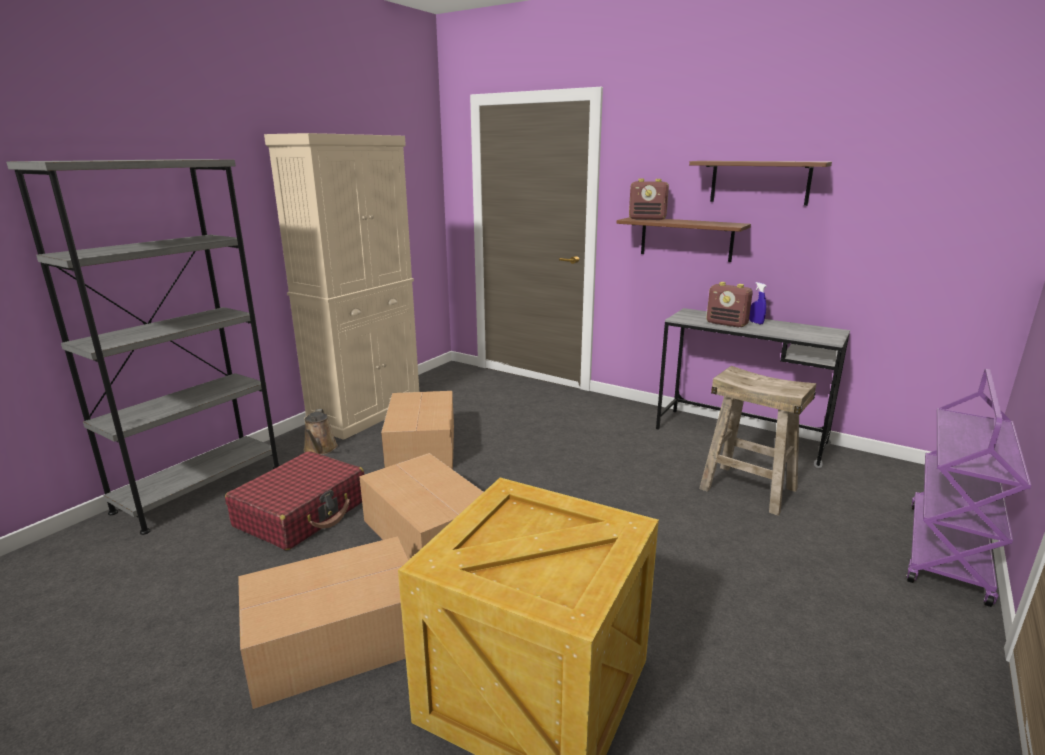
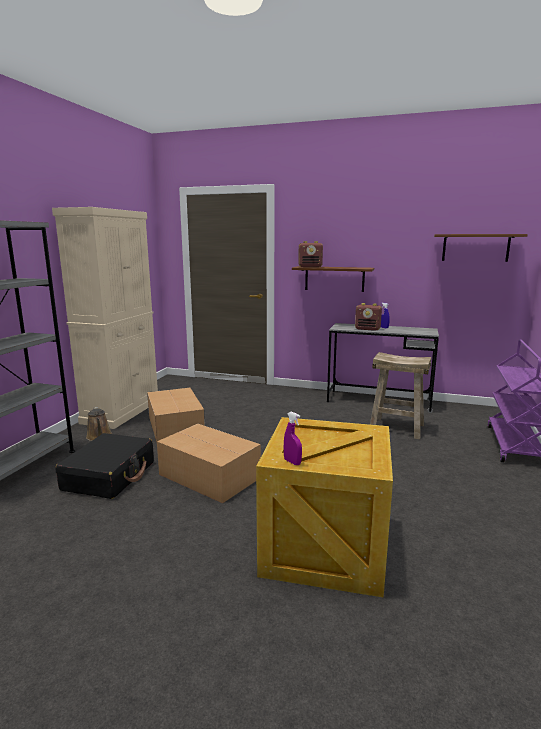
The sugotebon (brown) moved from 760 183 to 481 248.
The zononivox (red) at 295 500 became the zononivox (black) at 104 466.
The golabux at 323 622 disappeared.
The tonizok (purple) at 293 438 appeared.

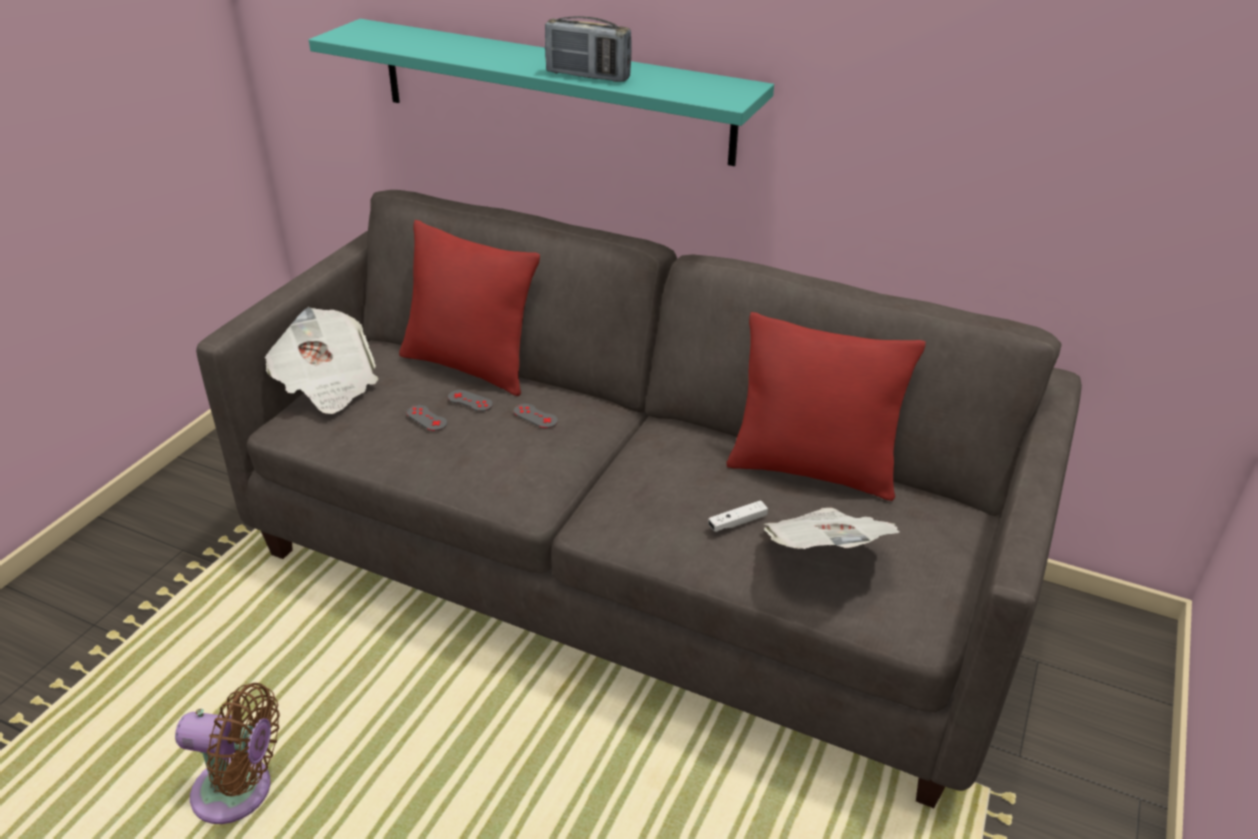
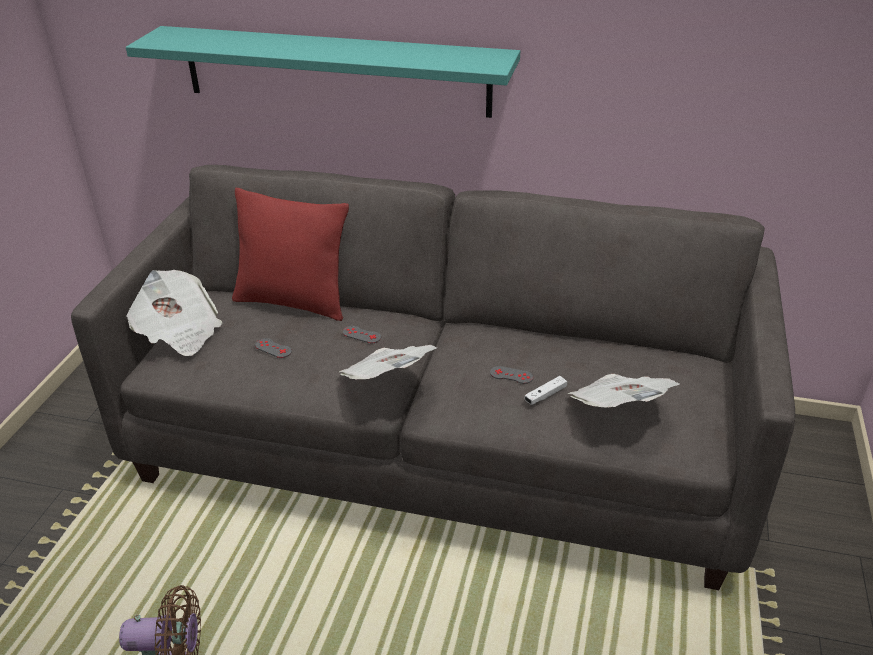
The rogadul at 588 49 disappeared.
The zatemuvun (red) at 826 406 disappeared.
The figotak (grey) moved from 470 401 to 511 375.
The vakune at 388 362 appeared.

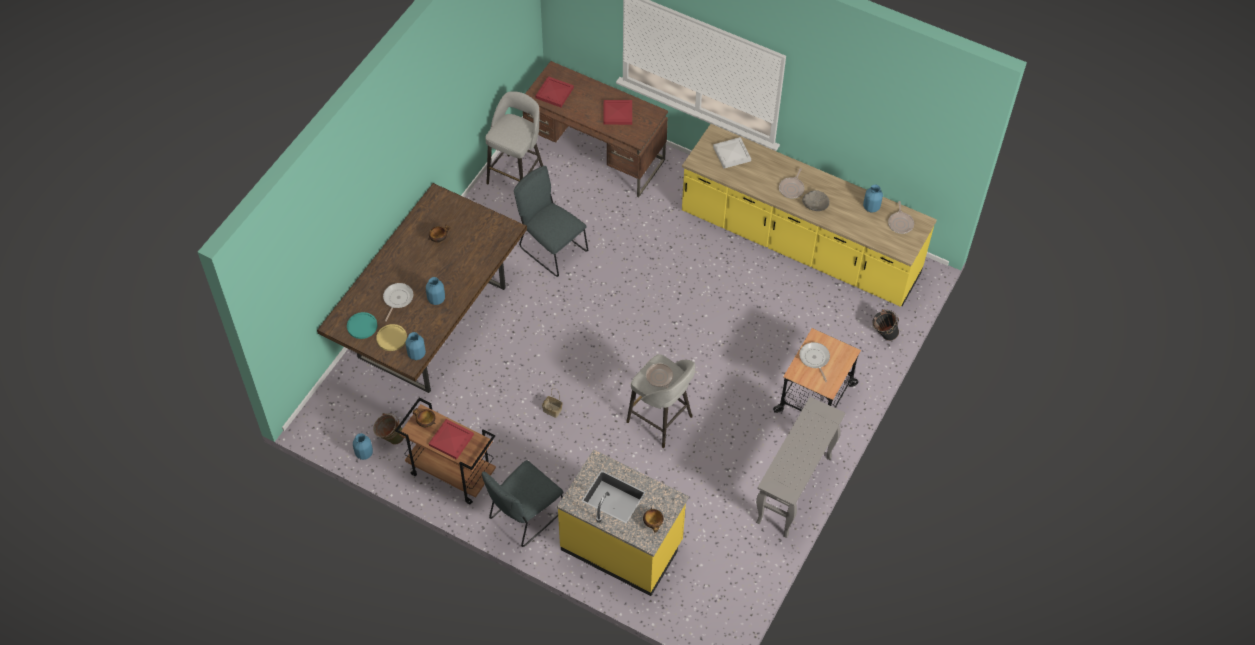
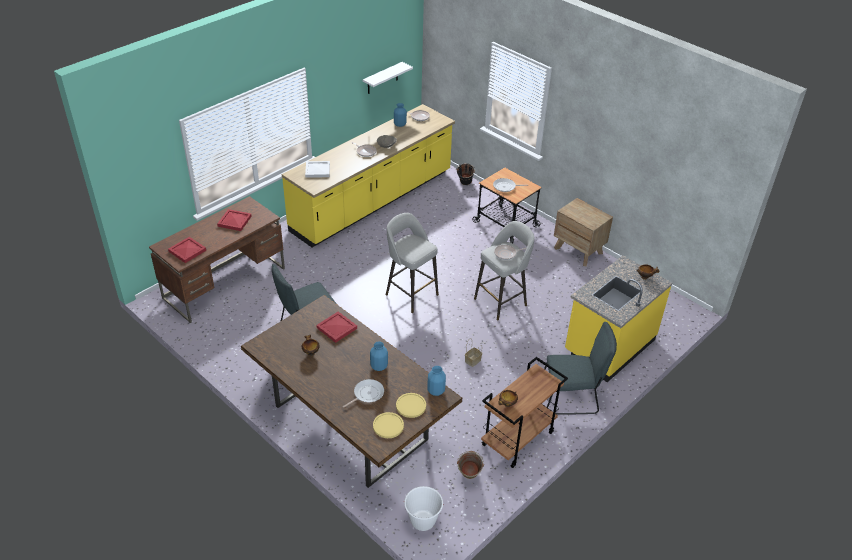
The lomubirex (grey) moved from 514 138 to 412 263.
The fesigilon at 398 302 turned 105 degrees clockwise.
The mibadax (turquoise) at 362 325 became the mibadax (yellow) at 388 425.
The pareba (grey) at 800 467 was replaced by the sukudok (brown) at 583 232.
The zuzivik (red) moved from 451 439 to 336 327.
The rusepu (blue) at 363 446 disappeared.
The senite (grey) at 523 503 turned 60 degrees counterclockwise.
The sugotebon (white) at 388 78 appeared.
The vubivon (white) at 424 508 appeared.

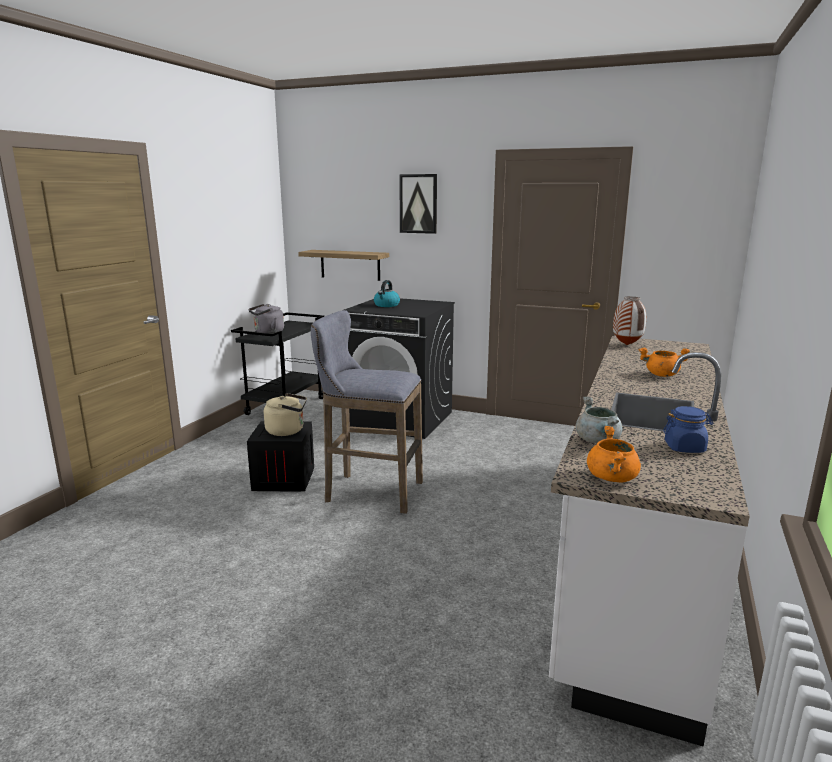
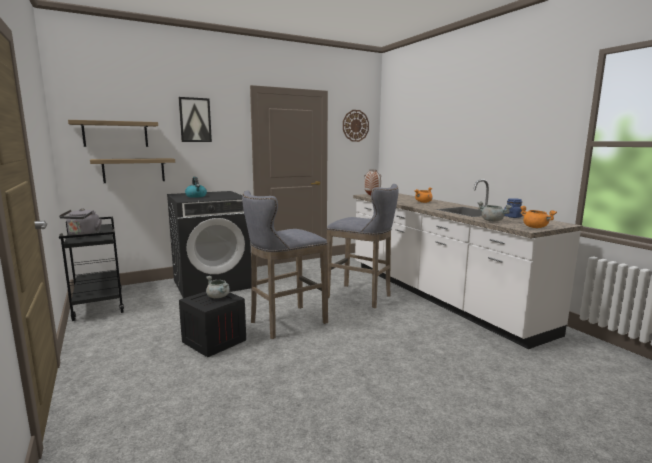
The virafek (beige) at 285 414 was replaced by the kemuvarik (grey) at 218 287.
The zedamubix at 356 126 appeared.
The sugotebon at 113 133 appeared.
The lomubirex (grey) at 363 246 appeared.

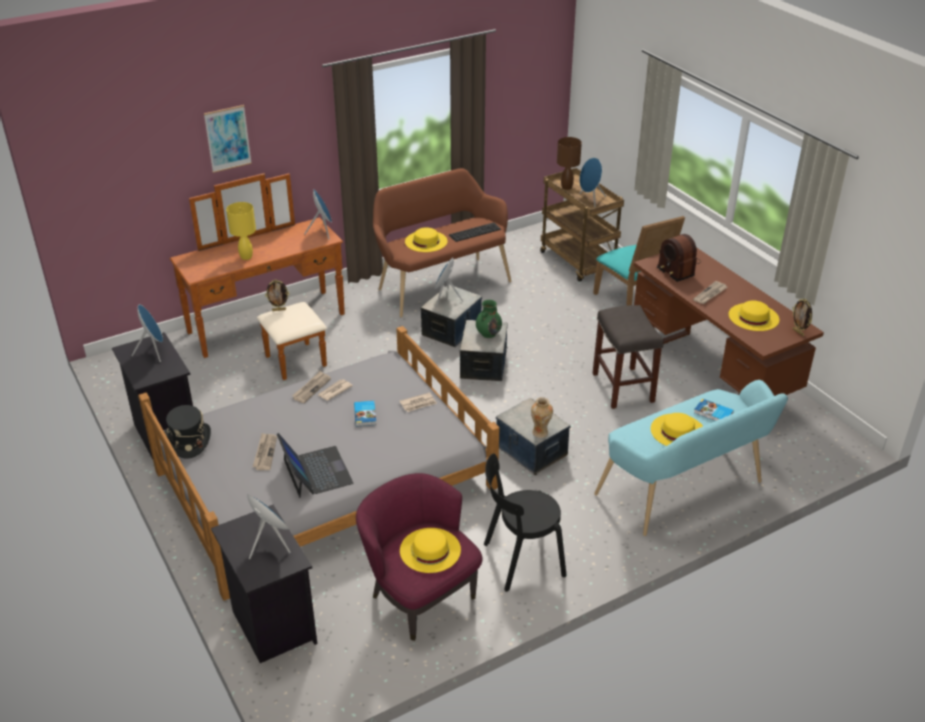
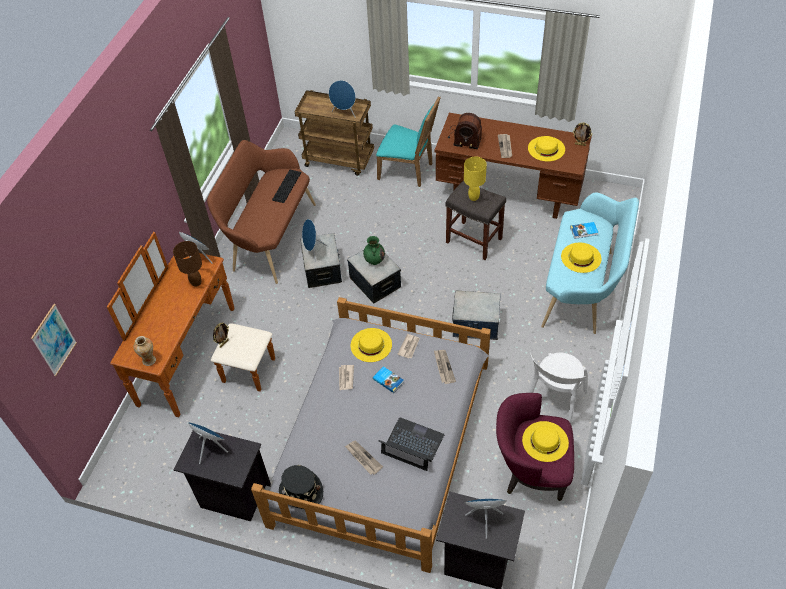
The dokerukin moved from 228 139 to 54 340.
The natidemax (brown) moved from 569 163 to 187 264.
The natidemax (yellow) moved from 241 231 to 475 179.
The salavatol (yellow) moved from 426 239 to 371 345.
The vakune moved from 311 387 to 445 367.
The rusepu moved from 542 417 to 145 351.
The senite (black) at 525 522 became the senite (white) at 557 388.

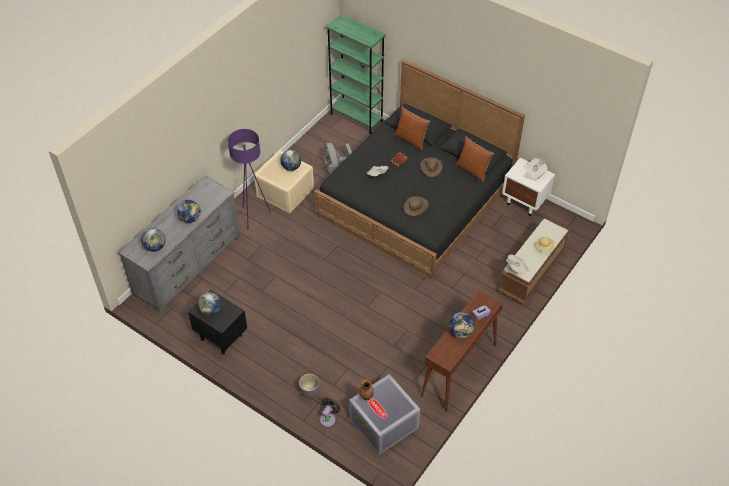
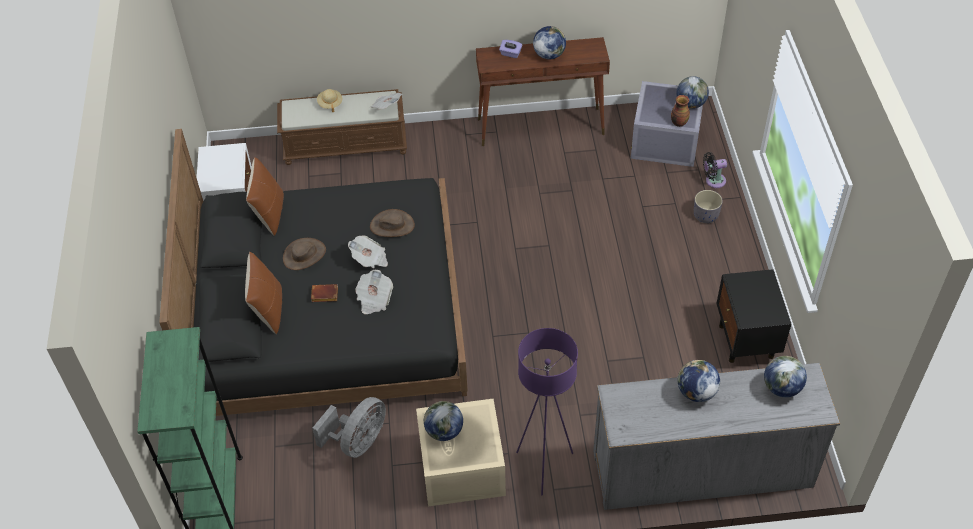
The vakune moved from 536 169 to 368 251.
The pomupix moved from 209 304 to 692 92.

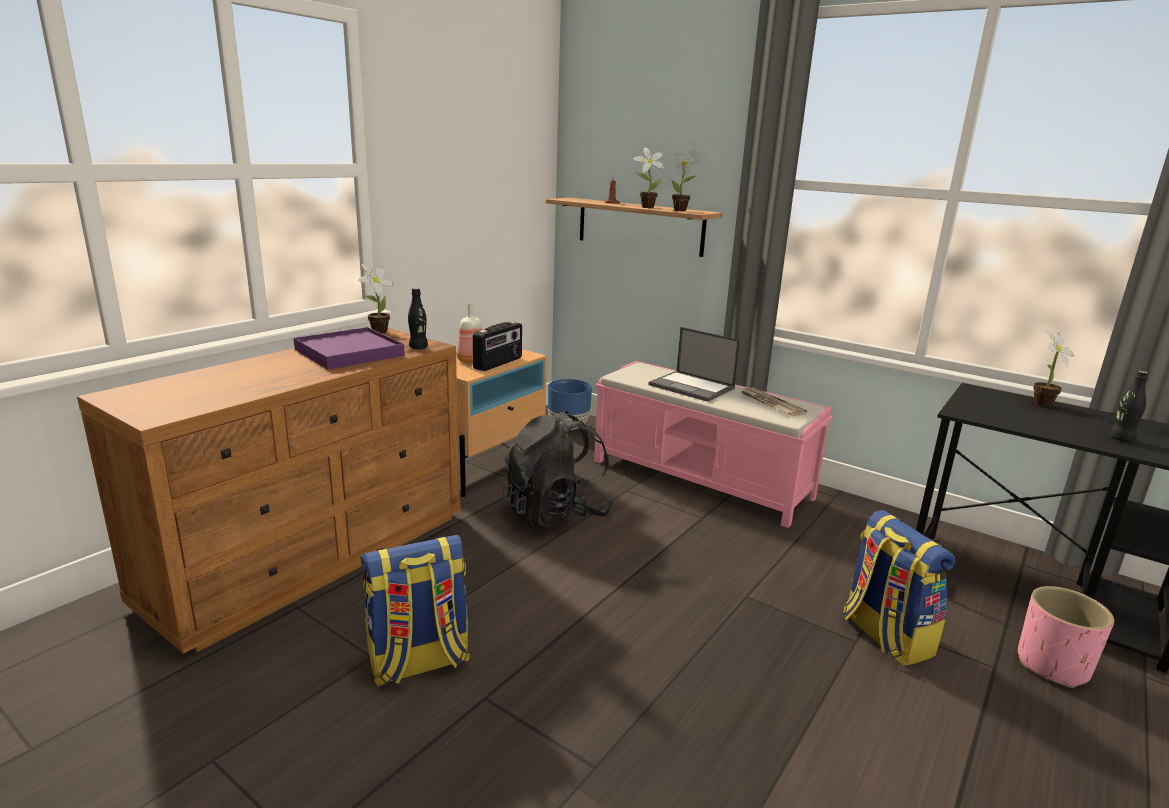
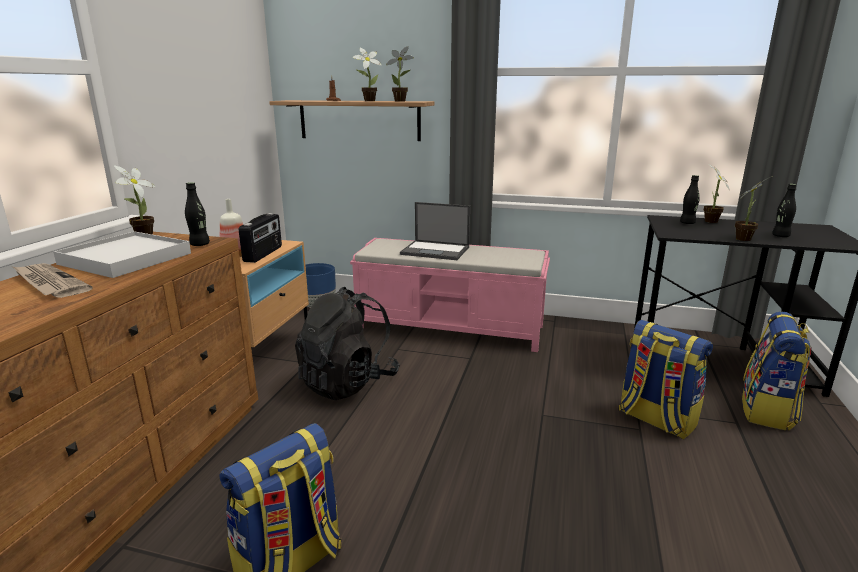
The zuzivik (purple) at 349 348 became the zuzivik (white) at 122 254.
The vakune moved from 773 401 to 52 280.
The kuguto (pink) at 1066 637 was replaced by the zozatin at 777 371.
The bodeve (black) at 690 199 appeared.
The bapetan at 753 208 appeared.

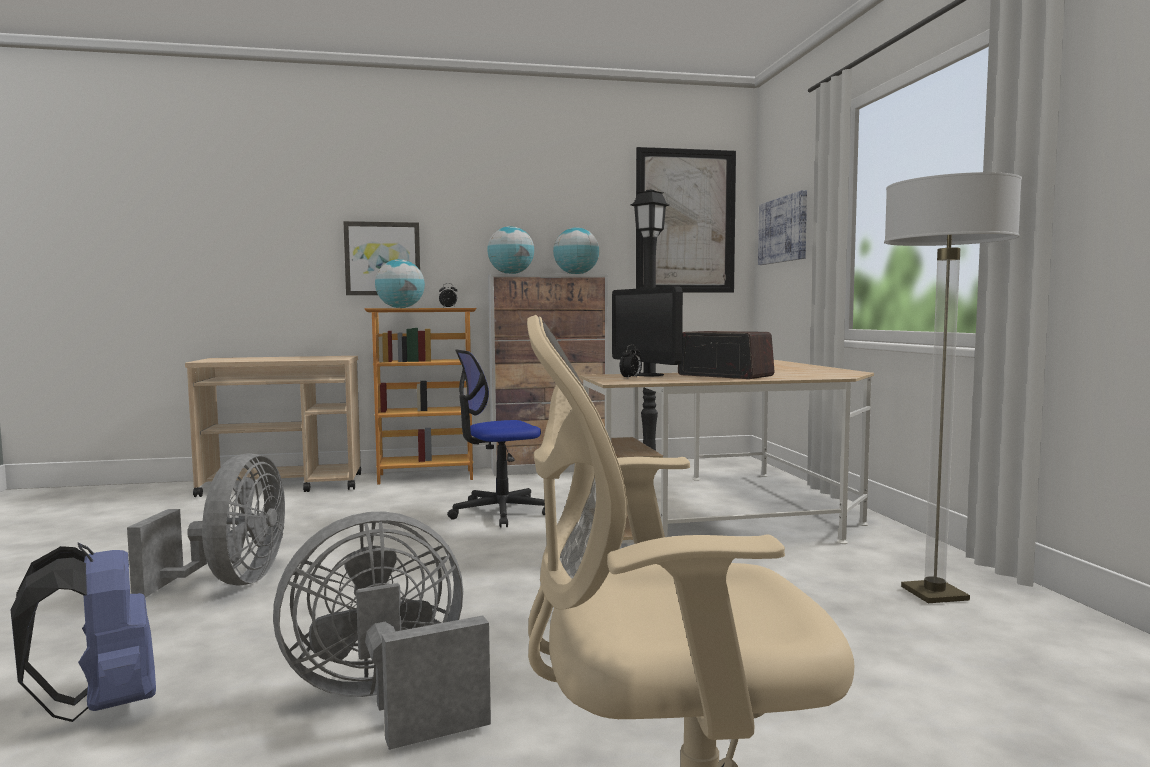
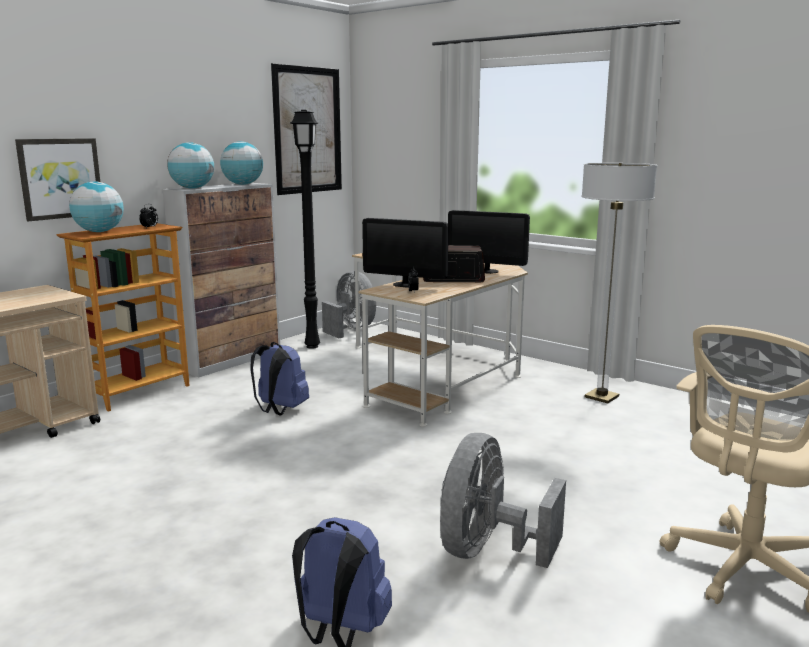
The dokerukin at 782 227 disappeared.
The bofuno at 496 438 was replaced by the zozatin (blue) at 280 378.
The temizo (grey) moved from 206 525 to 349 304.
The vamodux at 489 242 appeared.

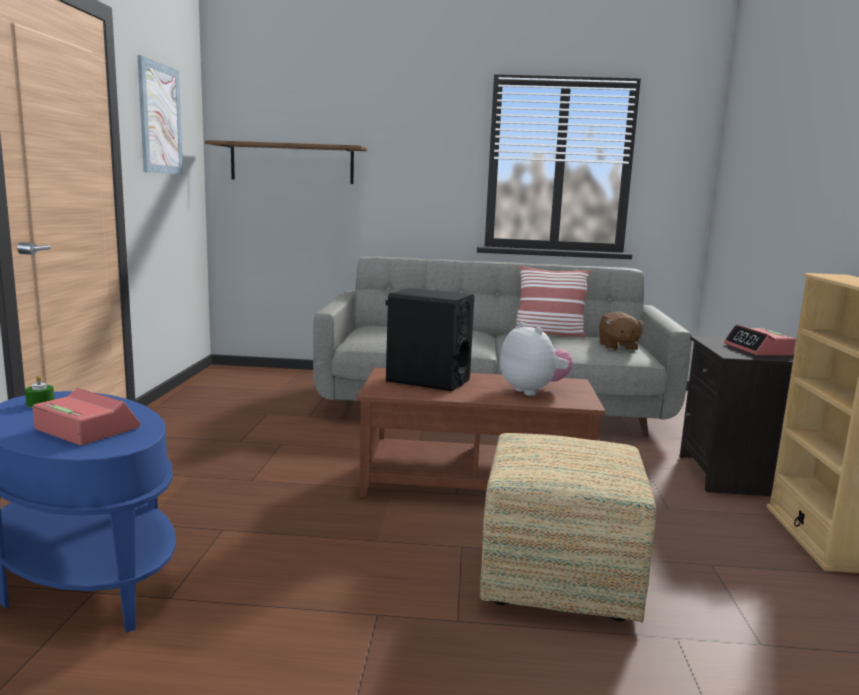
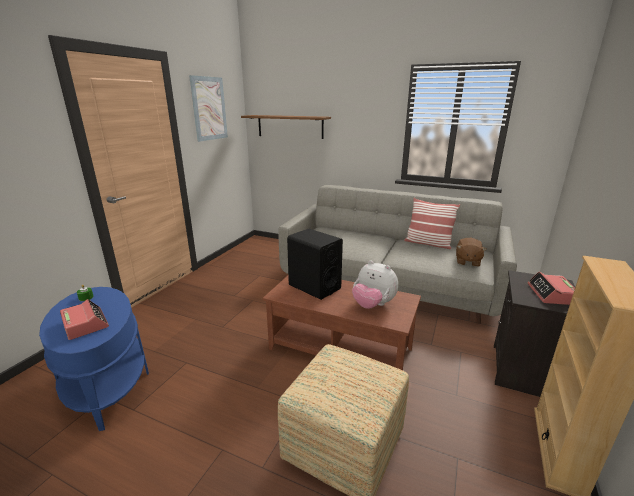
The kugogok at 536 359 turned 135 degrees clockwise.

